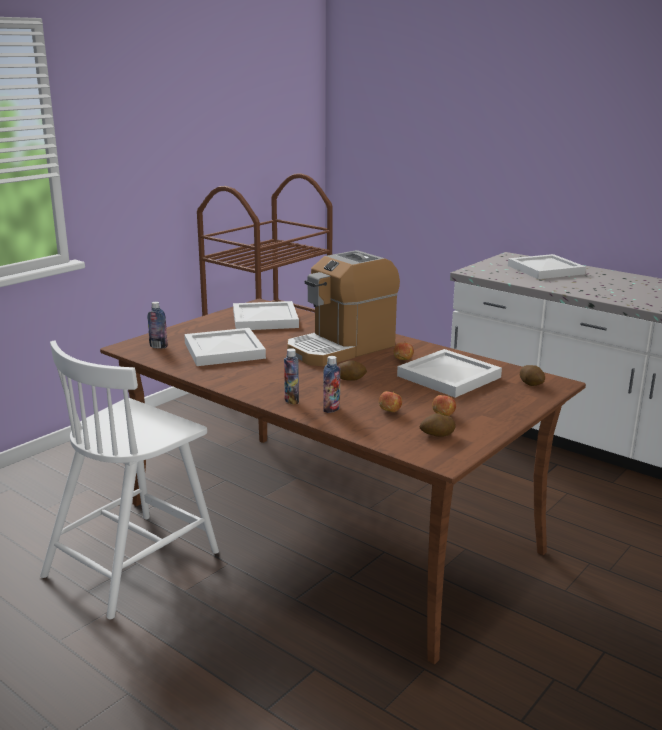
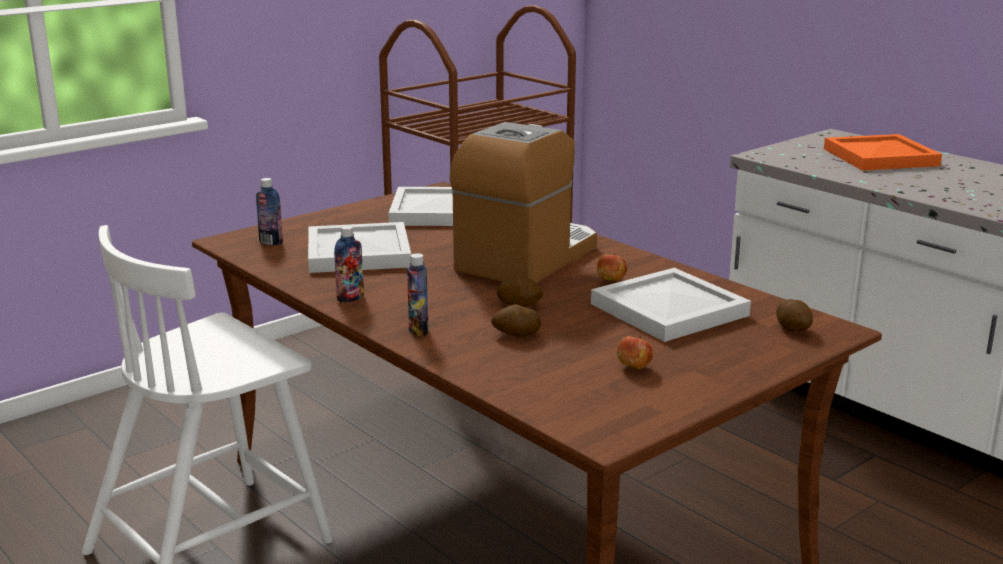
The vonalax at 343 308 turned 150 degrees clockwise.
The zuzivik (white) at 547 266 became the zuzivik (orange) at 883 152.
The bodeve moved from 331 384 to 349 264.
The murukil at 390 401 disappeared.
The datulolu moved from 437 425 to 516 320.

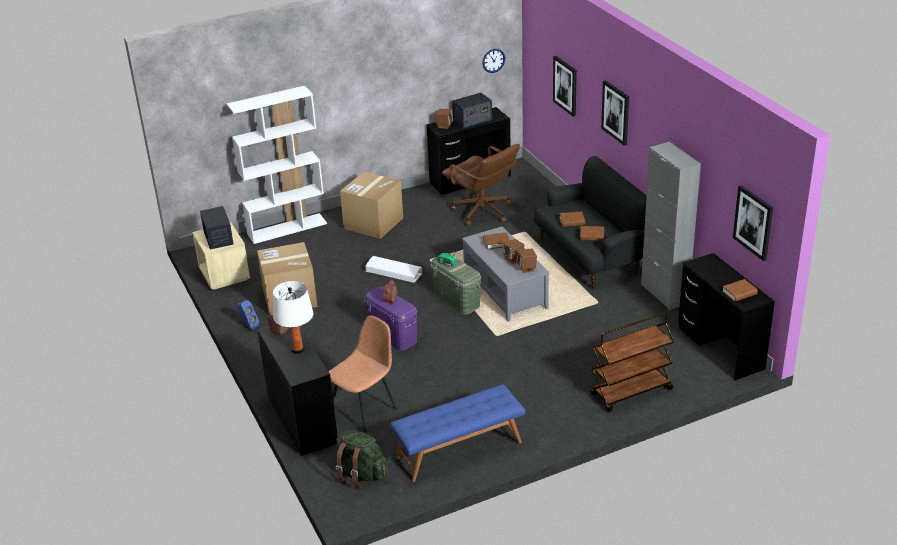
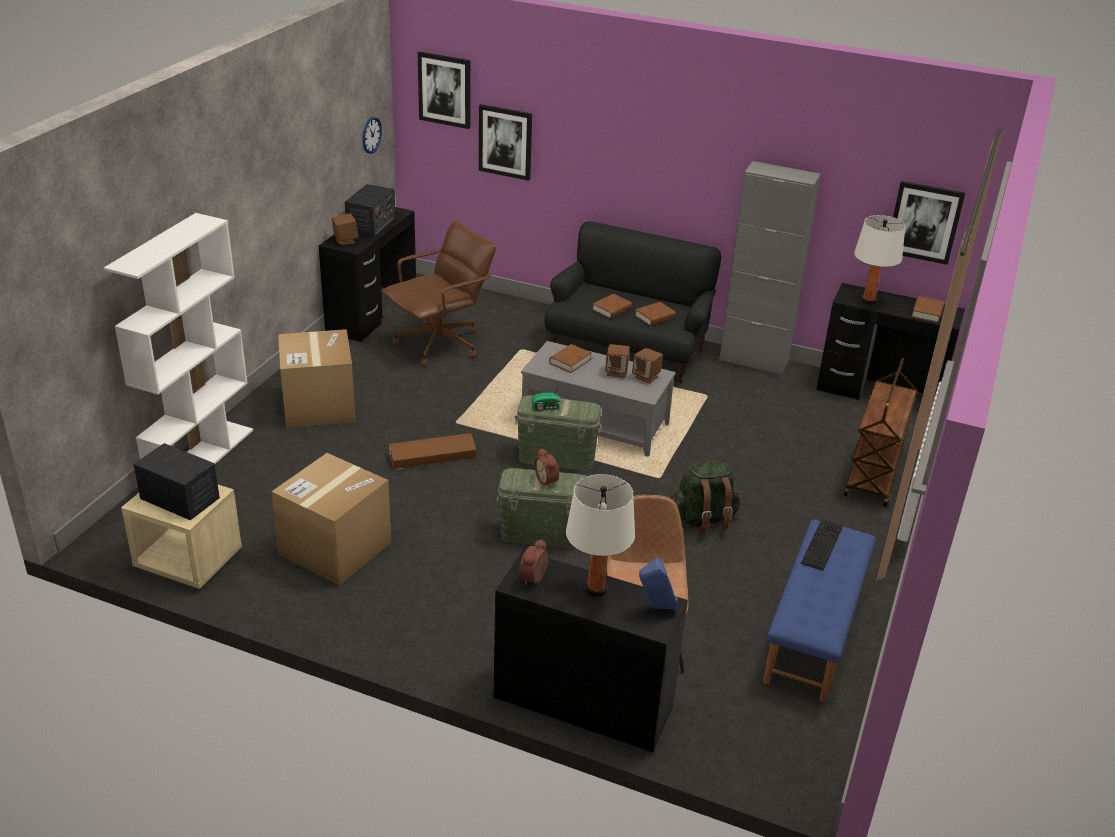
The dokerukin moved from 615 113 to 444 90.
The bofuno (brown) at 481 185 turned 45 degrees counterclockwise.
The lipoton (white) at 393 269 became the lipoton (brown) at 433 451.
The lipoton (purple) at 391 319 became the lipoton (green) at 541 508.
The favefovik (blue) moved from 248 315 to 658 583.
The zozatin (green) moved from 361 458 to 705 497.
The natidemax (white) at 879 260 appeared.
The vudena at 822 545 appeared.

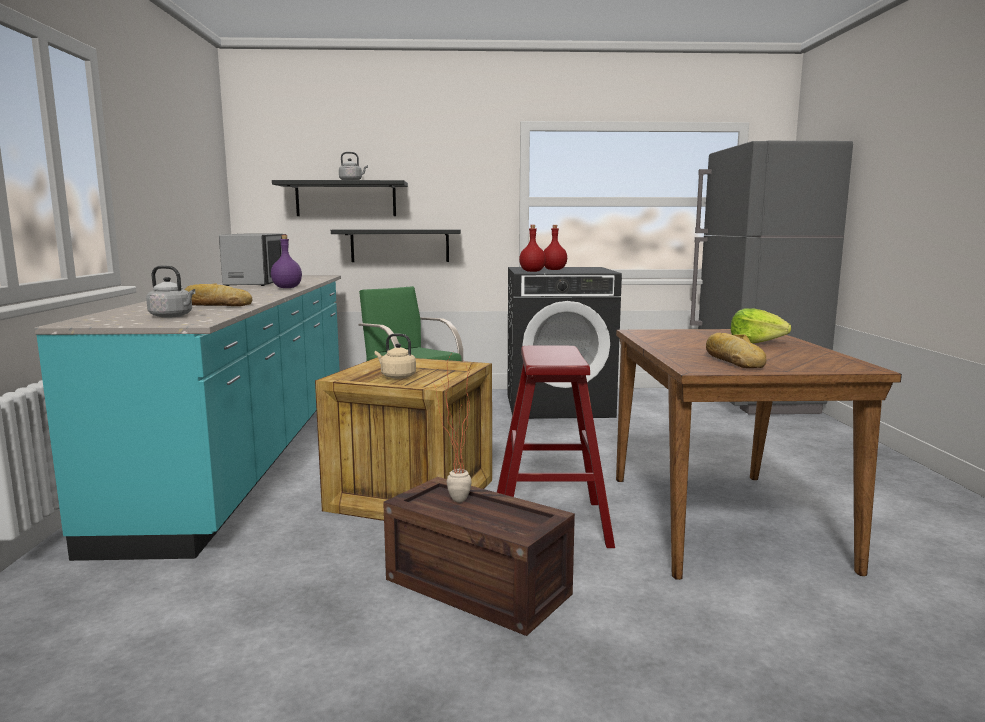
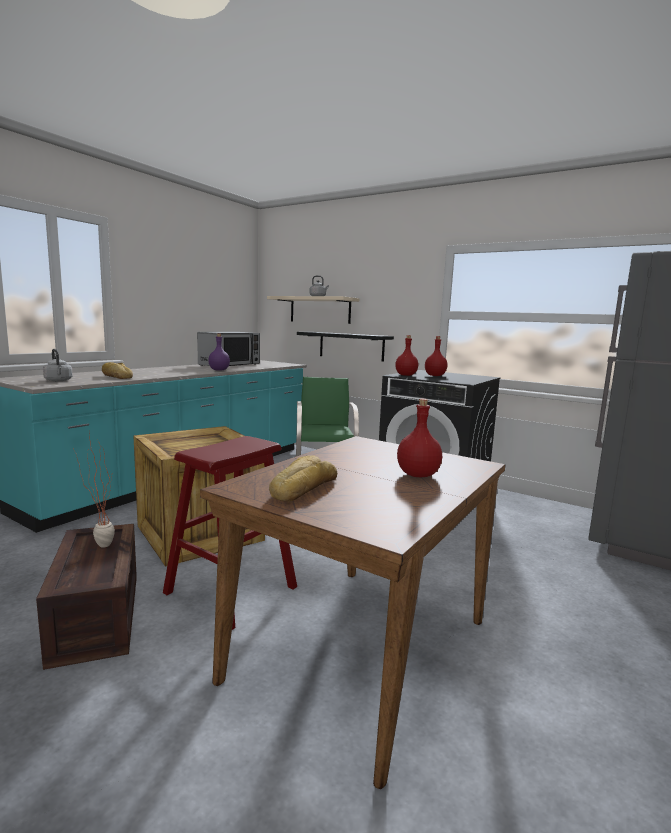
The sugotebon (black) at 340 198 became the sugotebon (beige) at 313 310.
The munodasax at 760 325 was replaced by the bodeve (red) at 419 438.
The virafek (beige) at 395 356 disappeared.

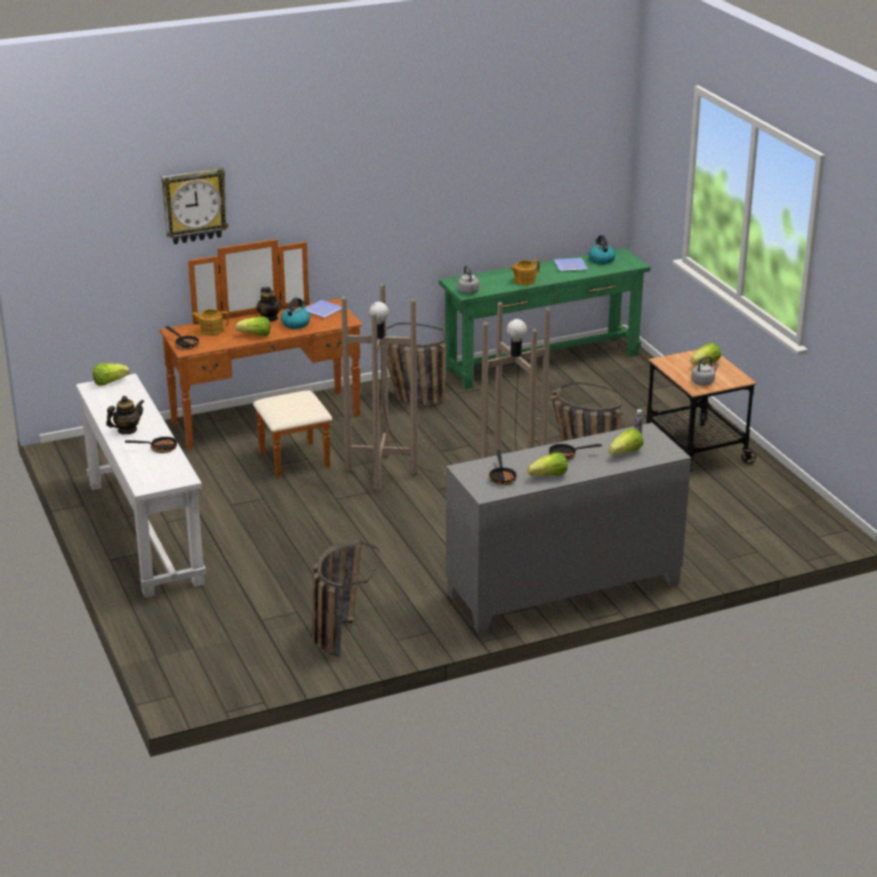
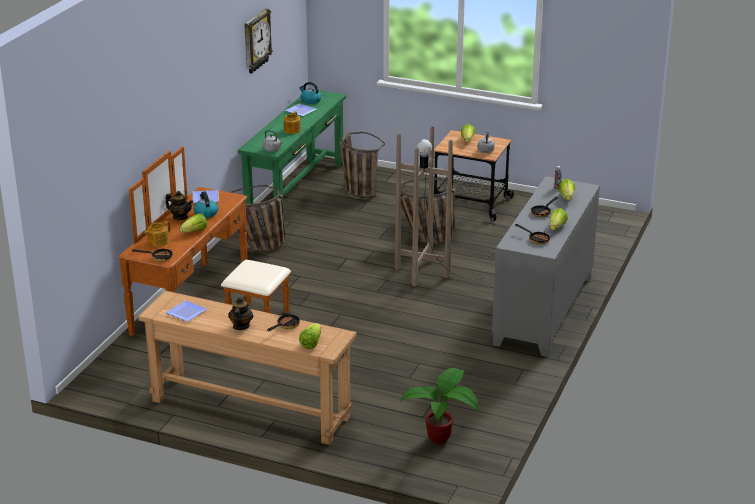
The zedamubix moved from 195 206 to 258 41.
The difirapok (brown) at 446 387 disappeared.
The munodasax moved from 111 374 to 310 336.
The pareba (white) at 141 485 became the pareba (brown) at 247 368.
The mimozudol moved from 346 598 to 362 165.
The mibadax at 186 311 appeared.
The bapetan at 439 406 appeared.

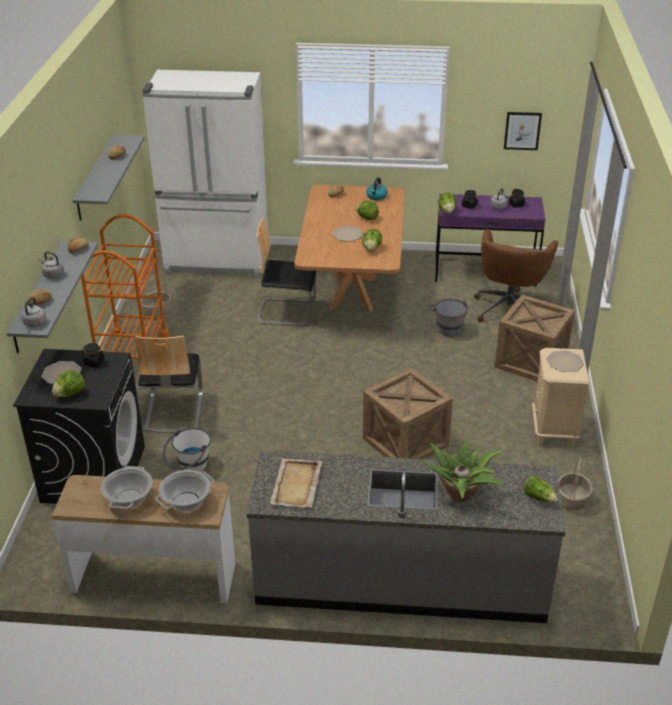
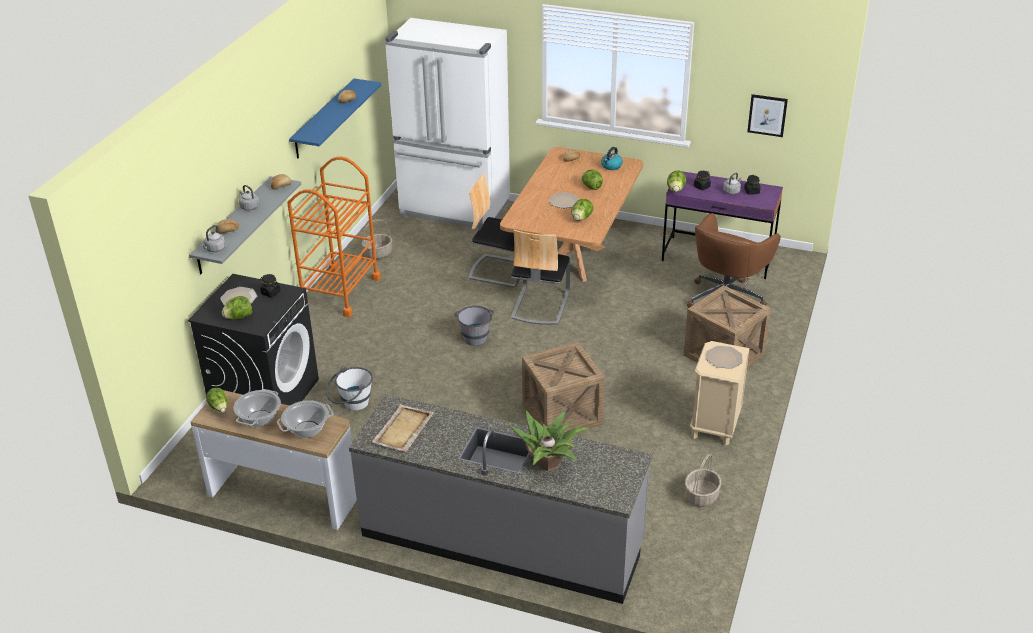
The sugotebon (grey) at 109 178 became the sugotebon (blue) at 335 118.
The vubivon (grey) moved from 448 318 to 474 326.
The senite moved from 169 384 to 540 277.
The munodasax moved from 541 489 to 217 400.

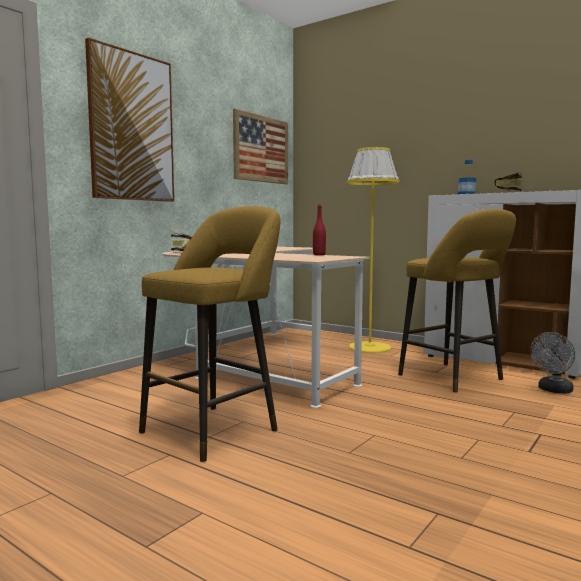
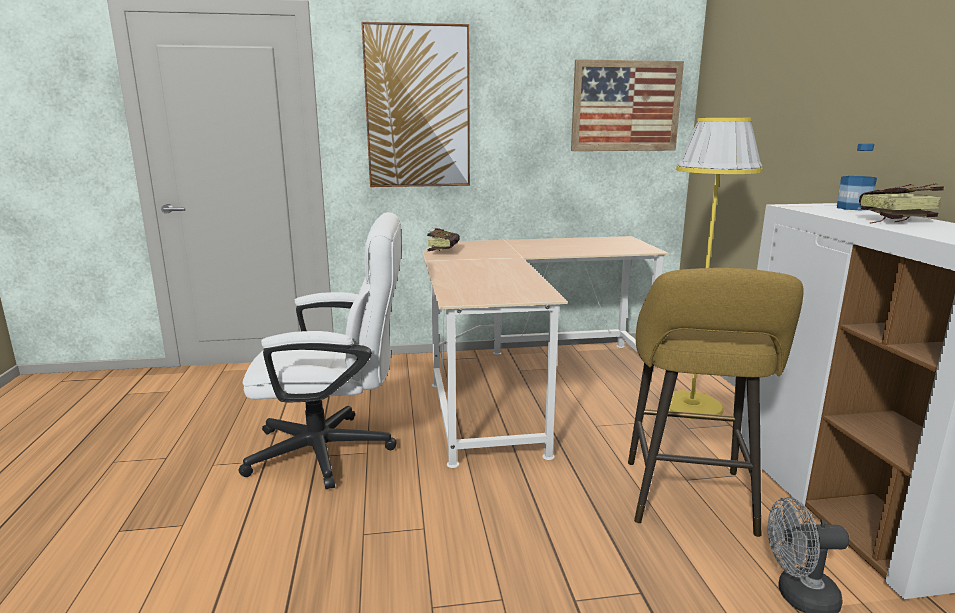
The bodeve (red) at 319 230 disappeared.
The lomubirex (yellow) at 209 334 was replaced by the bofuno (white) at 320 350.

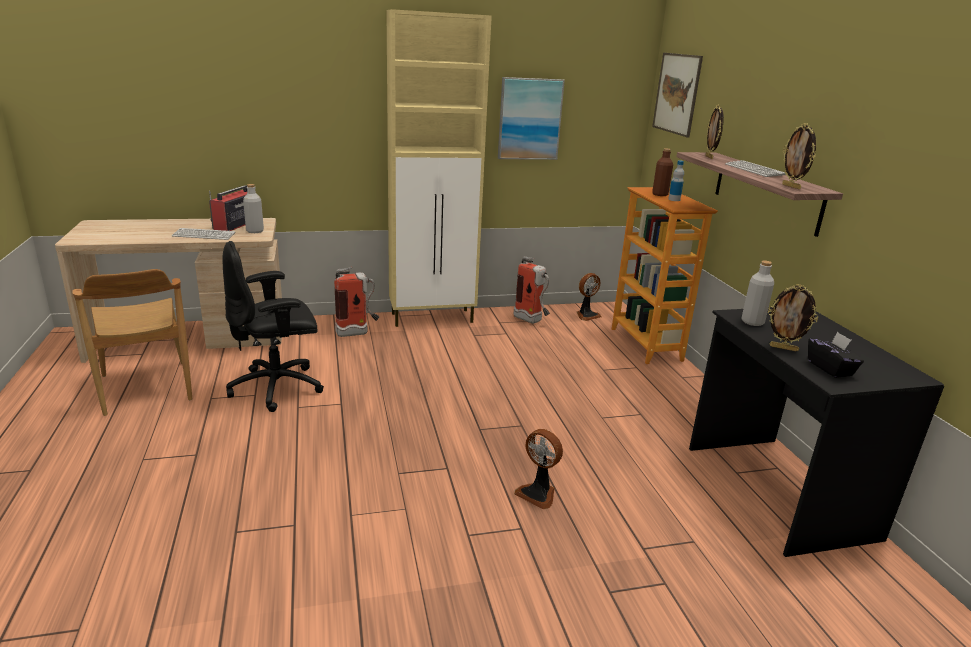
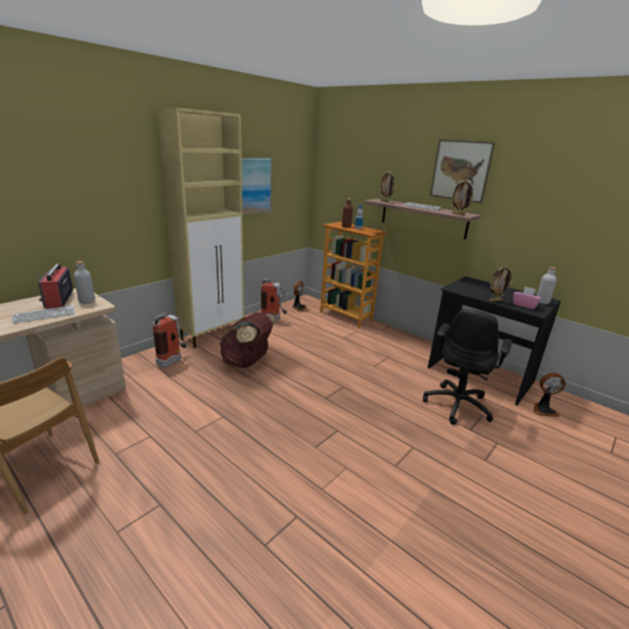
The dokerukin moved from 677 95 to 462 171.
The bofuno (black) moved from 273 326 to 468 367.
The bodeve (grey) moved from 758 293 to 547 285.
The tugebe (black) at 836 354 became the tugebe (pink) at 527 298.
The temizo moved from 538 469 to 550 395.
The zozatin (brown) at 248 340 appeared.

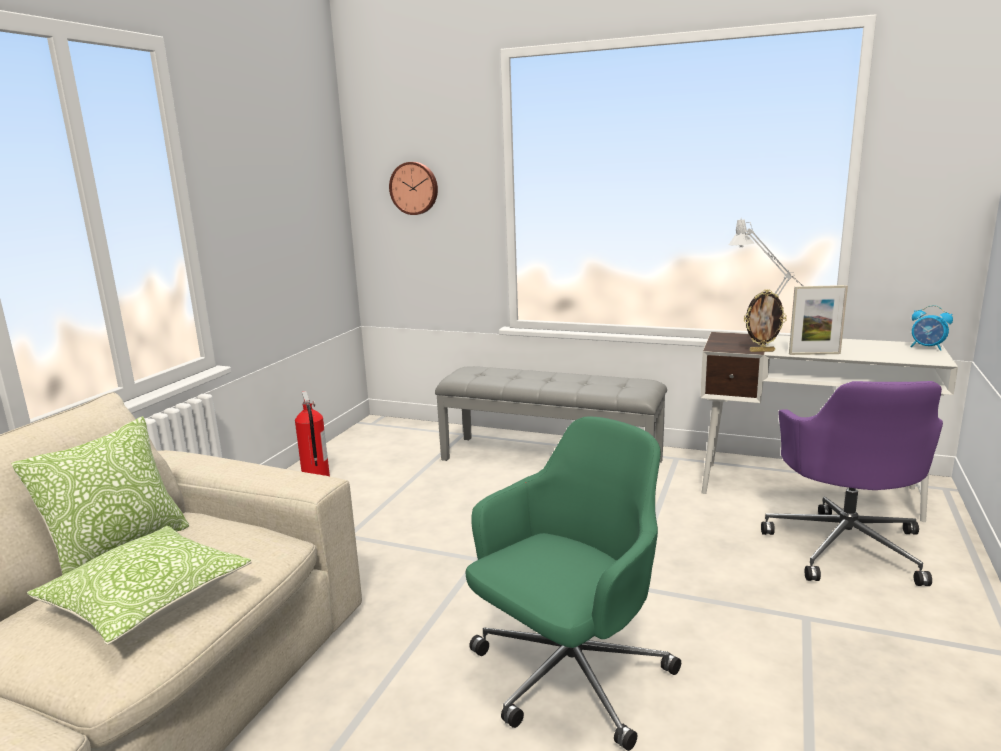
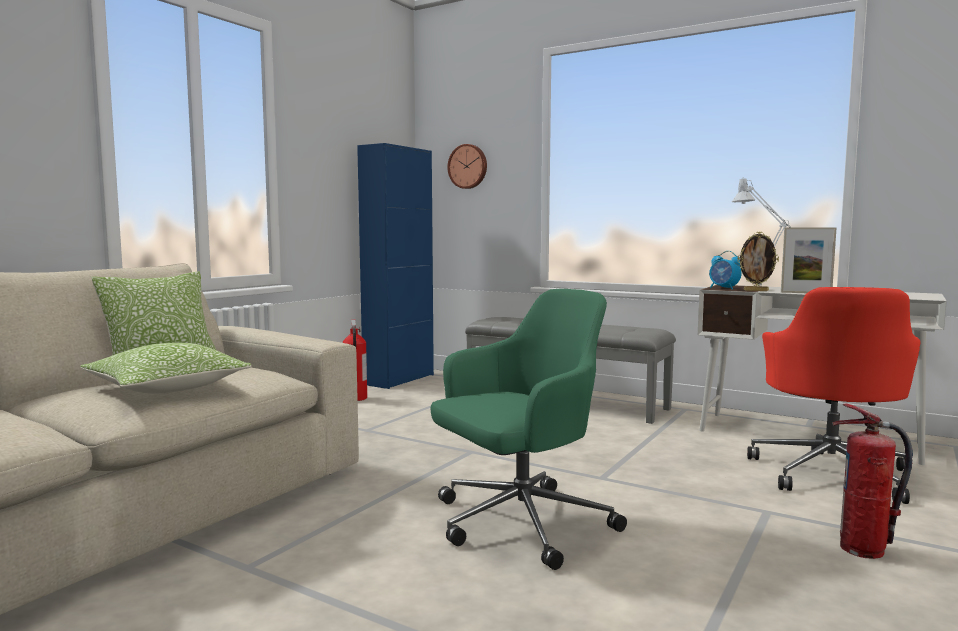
The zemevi moved from 932 328 to 725 270.
The bofuno (purple) at 852 483 became the bofuno (red) at 834 395.
The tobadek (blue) at 395 266 appeared.
The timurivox at 873 481 appeared.

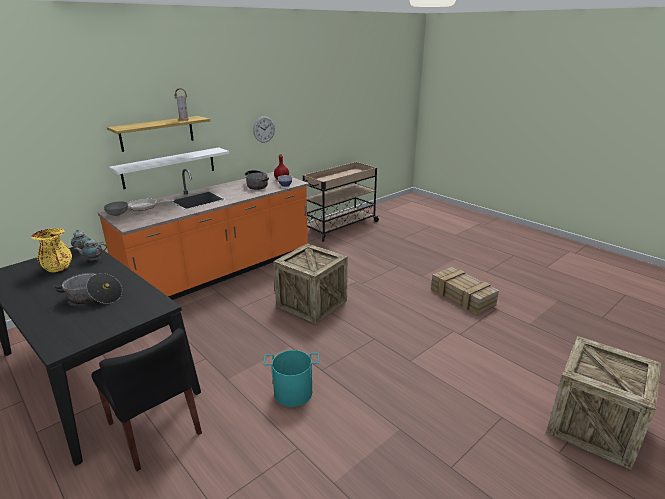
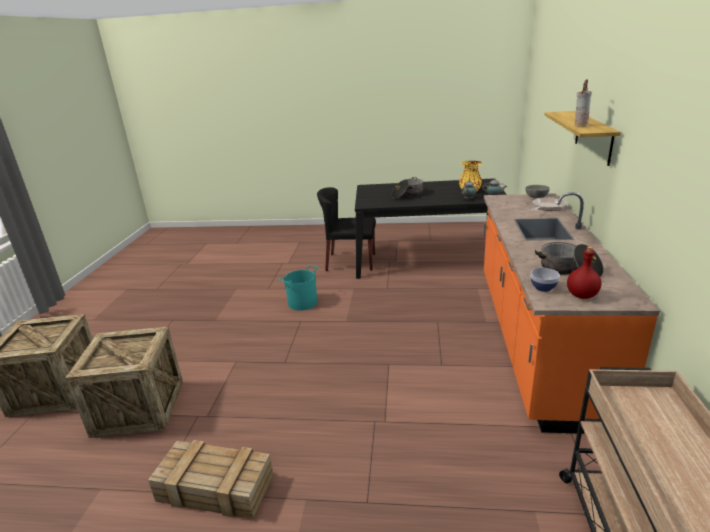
The zedamubix at 264 129 disappeared.
The sugotebon (white) at 169 168 disappeared.
The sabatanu moved from 310 283 to 124 382.

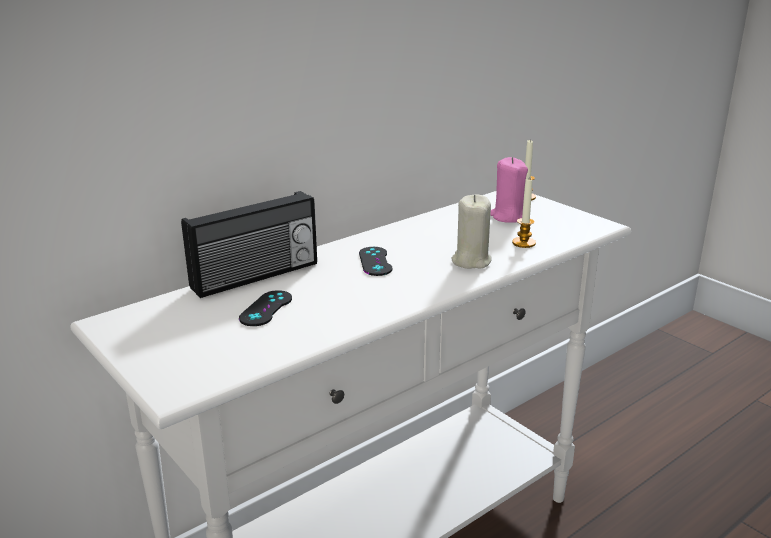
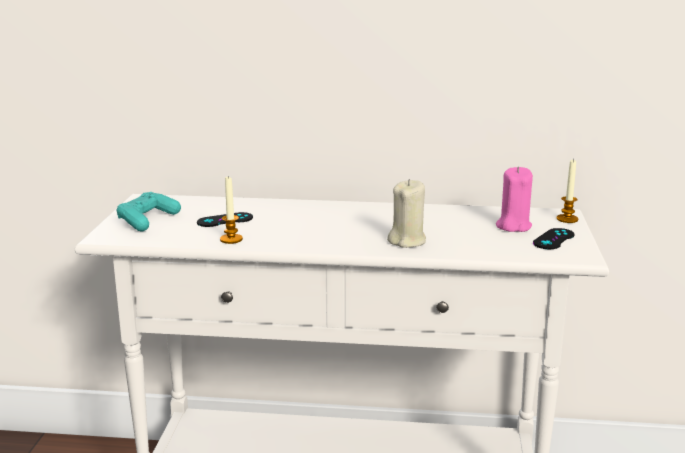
The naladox moved from 524 213 to 231 209.
The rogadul at 249 244 disappeared.
The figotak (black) moved from 375 261 to 554 238.
The figotak (turquoise) at 148 212 appeared.

